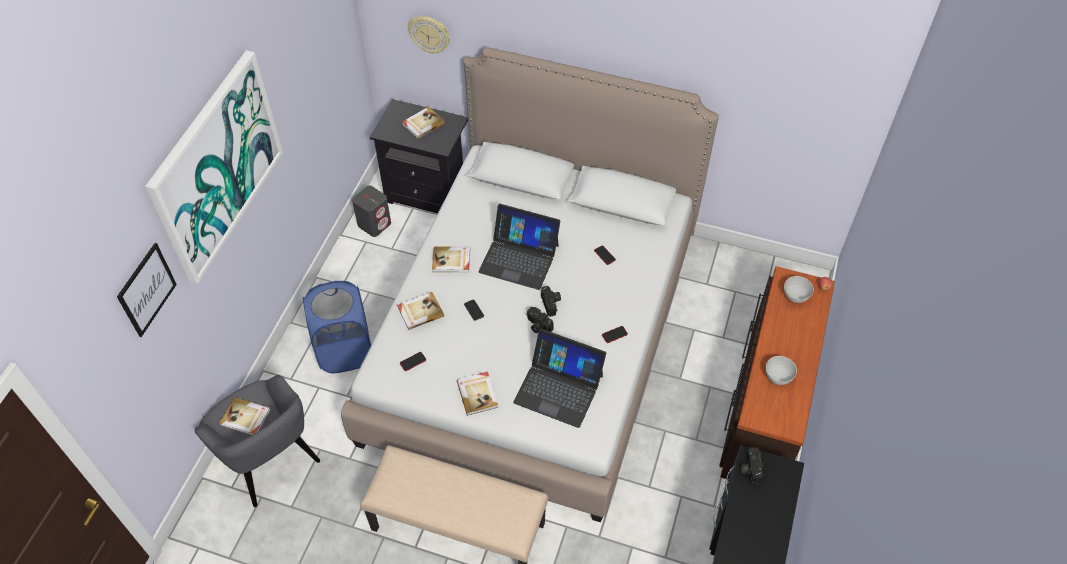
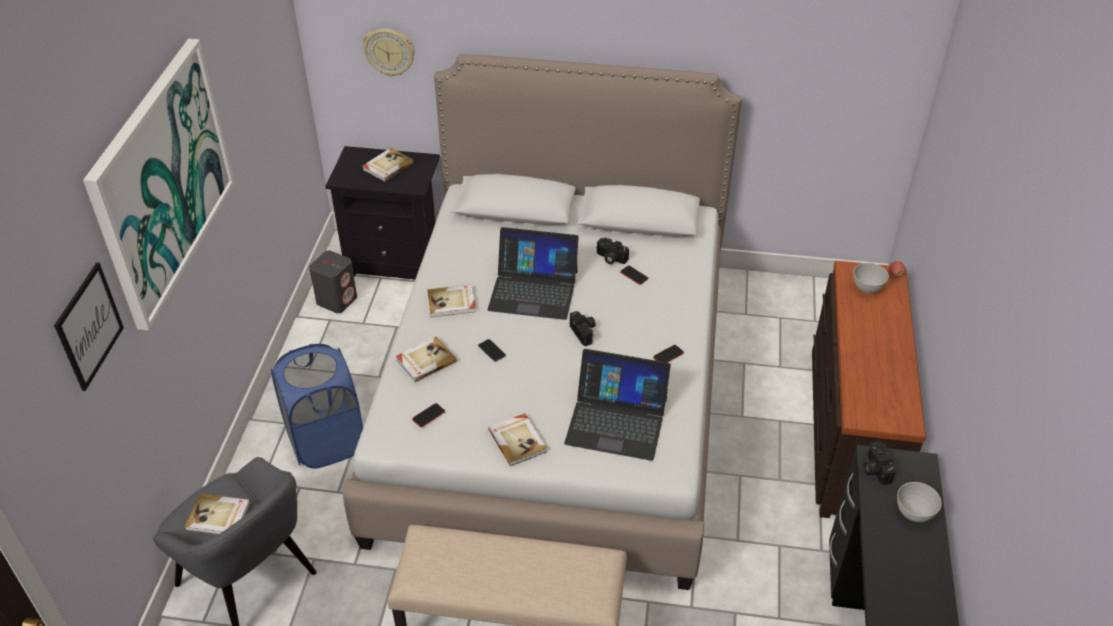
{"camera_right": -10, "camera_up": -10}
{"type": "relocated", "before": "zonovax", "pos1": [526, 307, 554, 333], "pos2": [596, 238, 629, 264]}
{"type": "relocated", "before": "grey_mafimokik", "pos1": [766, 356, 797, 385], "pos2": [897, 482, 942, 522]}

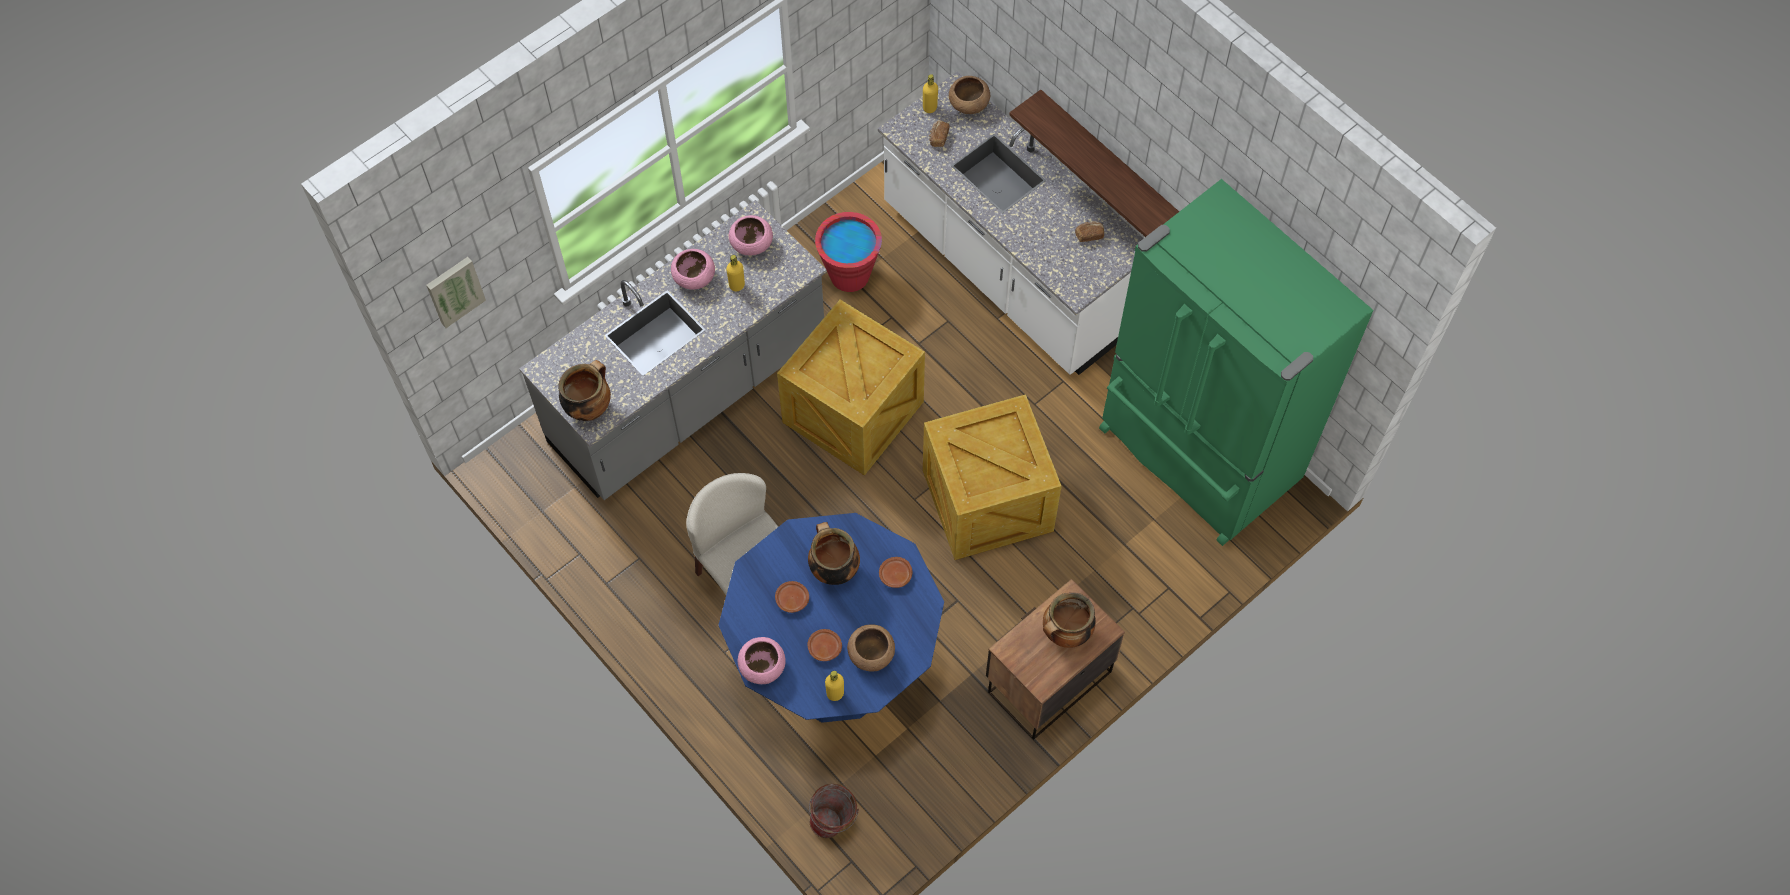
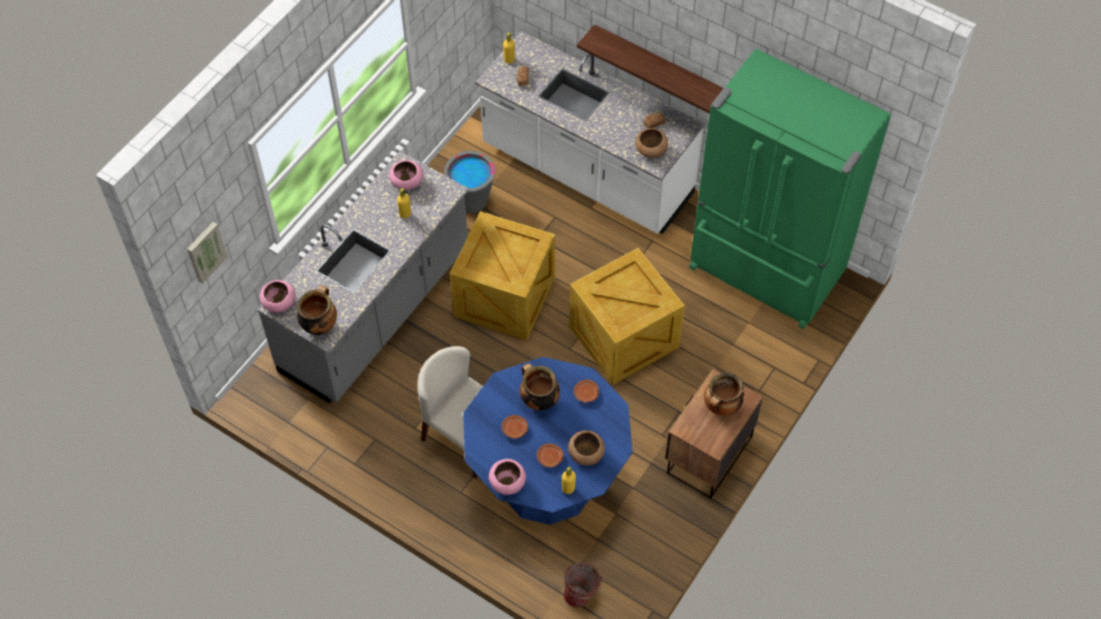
{"camera_right": -15, "camera_up": -5}
{"type": "relocated", "before": "pink_mafimokik", "pos1": [671, 249, 715, 290], "pos2": [260, 280, 296, 312]}
{"type": "relocated", "before": "brown_mafimokik", "pos1": [949, 76, 990, 114], "pos2": [635, 128, 668, 158]}
{"type": "colour", "before": "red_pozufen", "after": "grey_pozufen", "pos1": [815, 212, 882, 292], "pos2": [444, 151, 495, 213]}

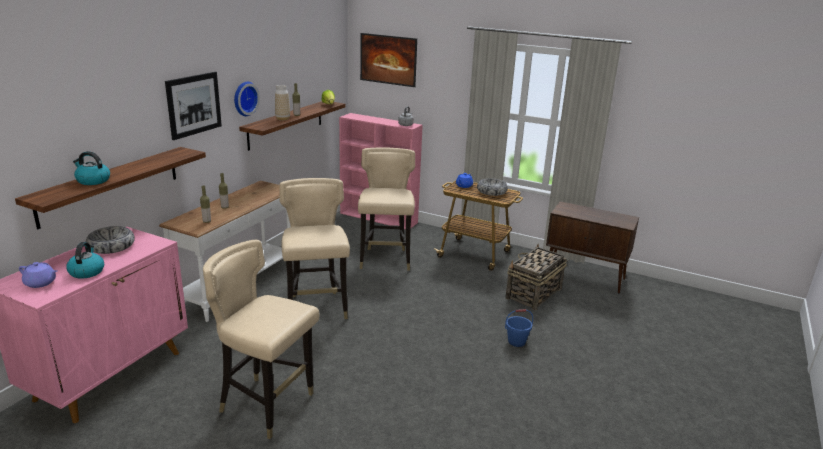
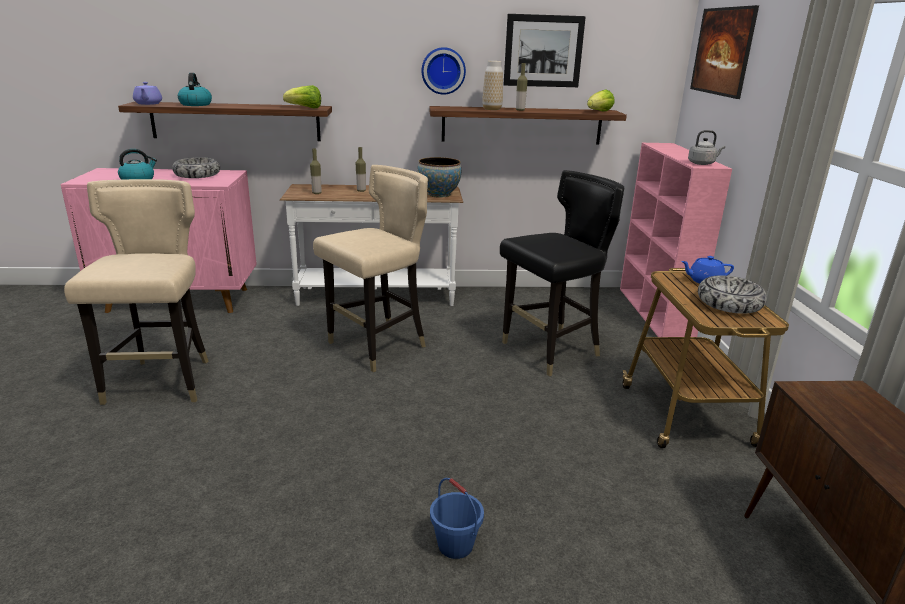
{"camera_right": 60, "camera_up": 0}
{"type": "missing", "before": "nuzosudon", "pos1": [506, 244, 567, 310]}
{"type": "appeared", "after": "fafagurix", "pos2": [283, 85, 321, 108]}
{"type": "appeared", "after": "mafimokik", "pos2": [417, 157, 461, 198]}
{"type": "relocated", "before": "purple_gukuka", "pos1": [19, 262, 57, 288], "pos2": [133, 82, 162, 105]}
{"type": "relocated", "before": "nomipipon", "pos1": [165, 72, 222, 140], "pos2": [503, 14, 586, 87]}
{"type": "colour", "before": "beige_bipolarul", "after": "black_bipolarul", "pos1": [358, 147, 415, 270], "pos2": [500, 170, 624, 376]}

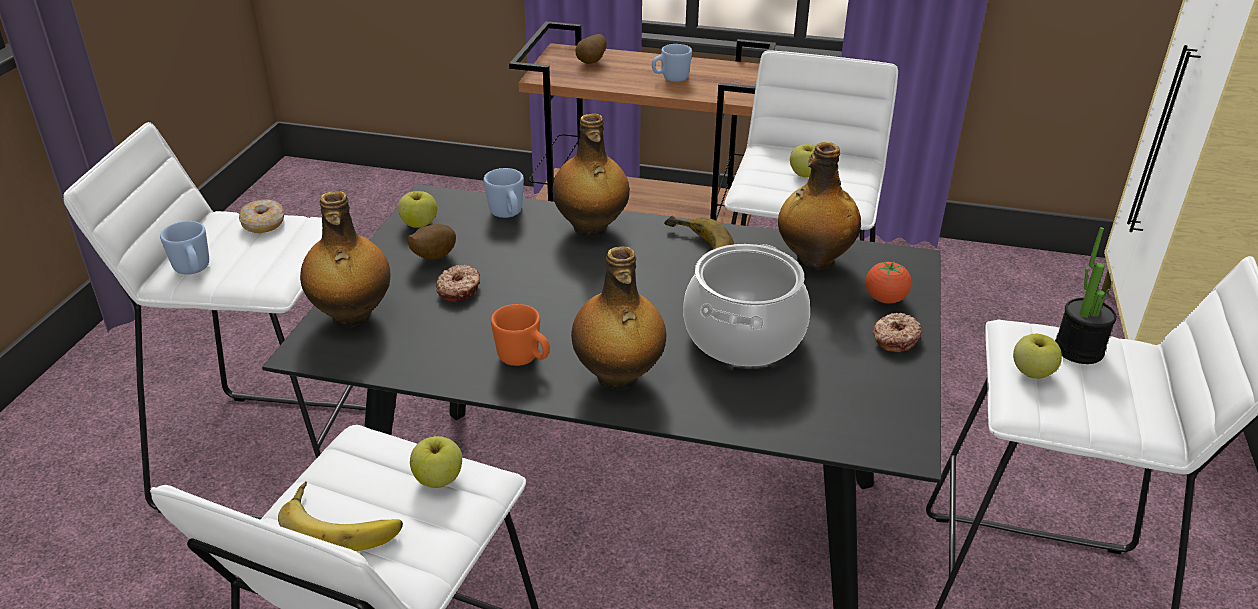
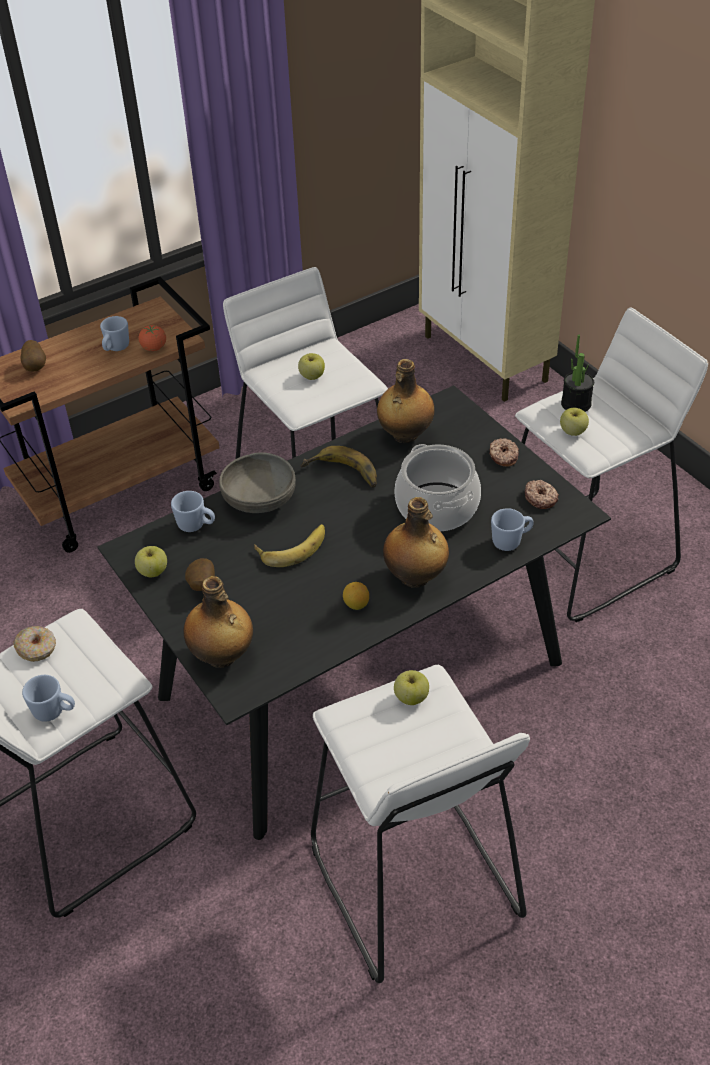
{"camera_right": -45, "camera_up": 10}
{"type": "appeared", "after": "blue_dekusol", "pos2": [491, 508, 534, 551]}
{"type": "relocated", "before": "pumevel", "pos1": [278, 482, 403, 551], "pos2": [254, 524, 325, 567]}
{"type": "relocated", "before": "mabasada", "pos1": [435, 265, 480, 302], "pos2": [525, 480, 559, 509]}
{"type": "relocated", "before": "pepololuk", "pos1": [865, 262, 912, 304], "pos2": [139, 325, 166, 351]}
{"type": "exchanged", "before": "orange_dekusol", "after": "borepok", "pos1": [491, 304, 550, 366], "pos2": [343, 582, 369, 610]}
{"type": "exchanged", "before": "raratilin", "after": "grey_mafimokik", "pos1": [552, 114, 630, 237], "pos2": [219, 452, 296, 513]}

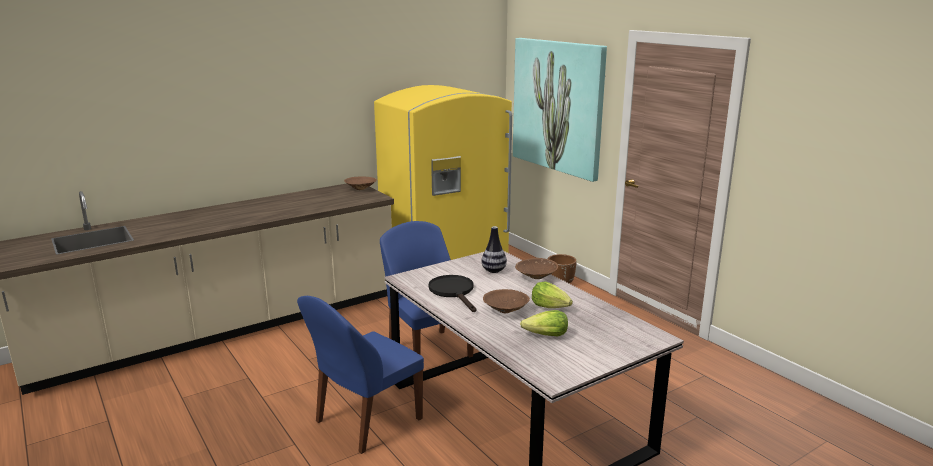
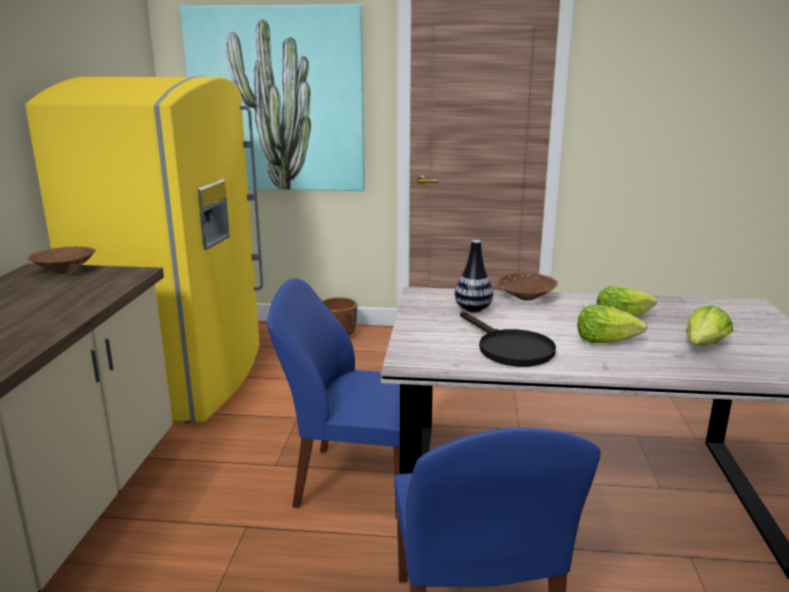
{"camera_right": -50, "camera_up": 0}
{"type": "exchanged", "before": "brown_mafimokik", "after": "fafagurix", "pos1": [483, 289, 530, 313], "pos2": [578, 305, 647, 343]}
{"type": "spun", "before": "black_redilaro", "pos1": [428, 275, 477, 312], "pos2": [460, 311, 556, 367], "turn": -135}

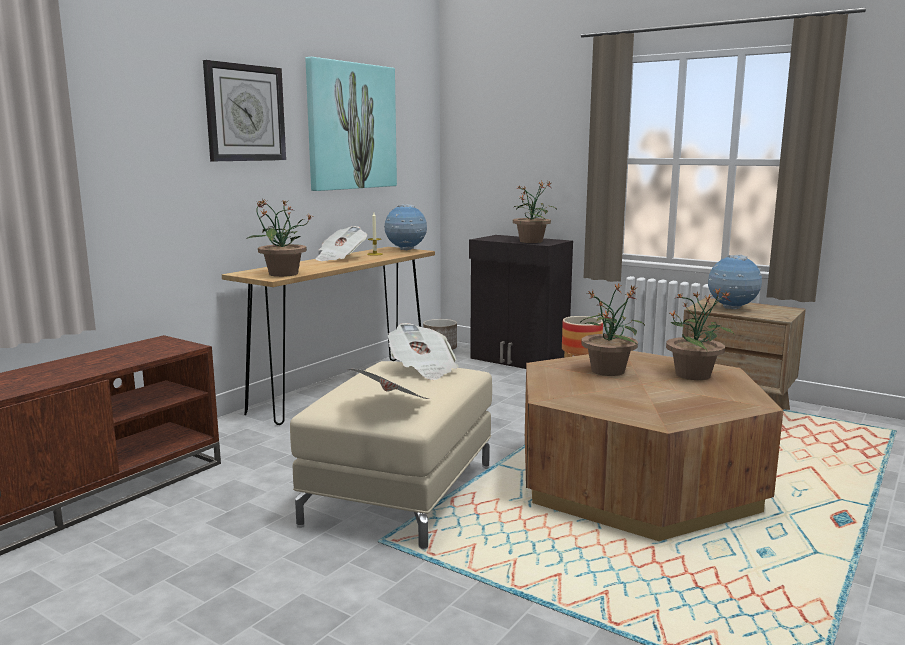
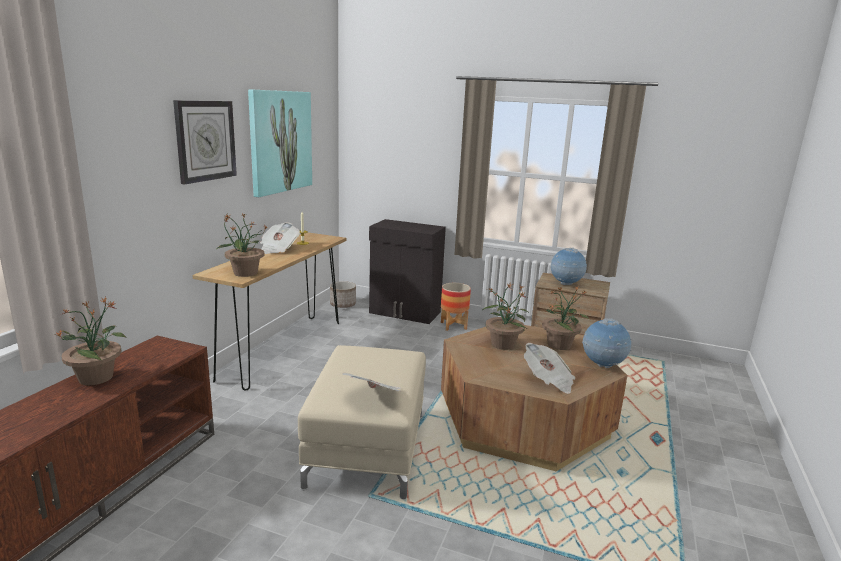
{"camera_right": -15, "camera_up": 5}
{"type": "relocated", "before": "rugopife", "pos1": [384, 204, 427, 251], "pos2": [582, 318, 632, 368]}
{"type": "relocated", "before": "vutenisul", "pos1": [388, 323, 459, 380], "pos2": [524, 343, 576, 394]}
{"type": "relocated", "before": "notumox", "pos1": [513, 180, 555, 243], "pos2": [54, 297, 126, 385]}

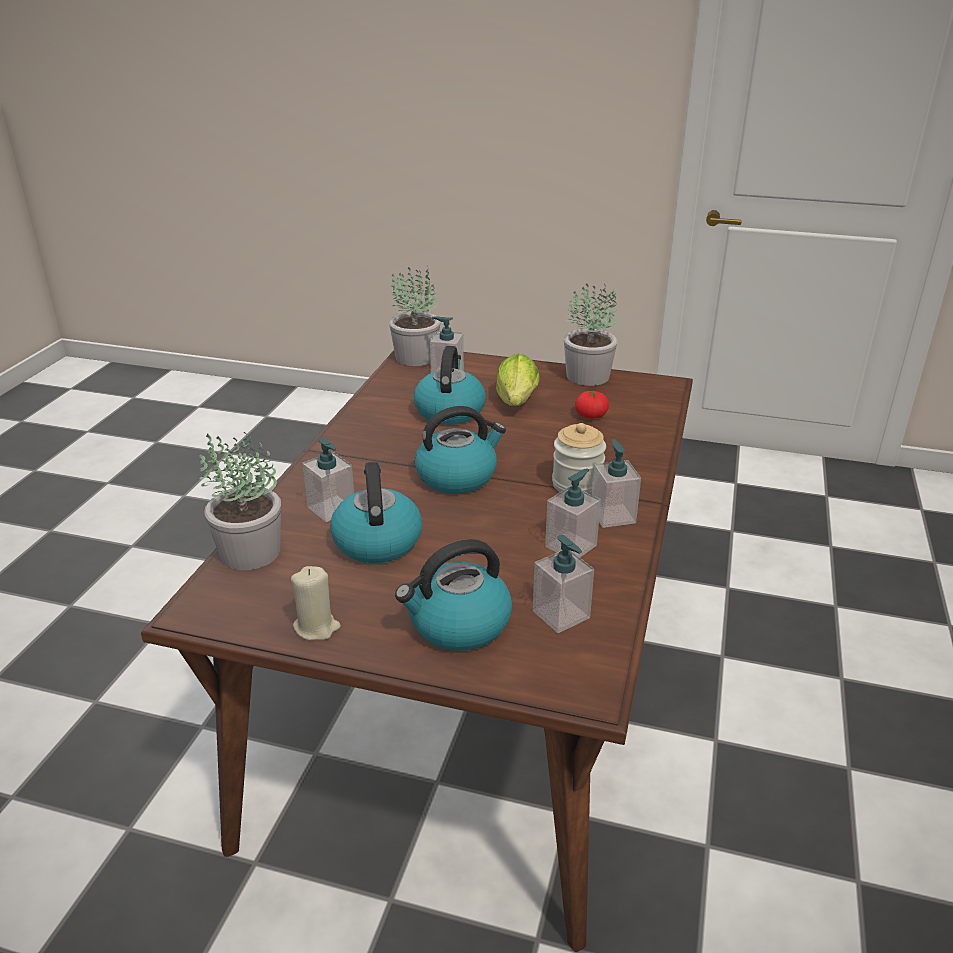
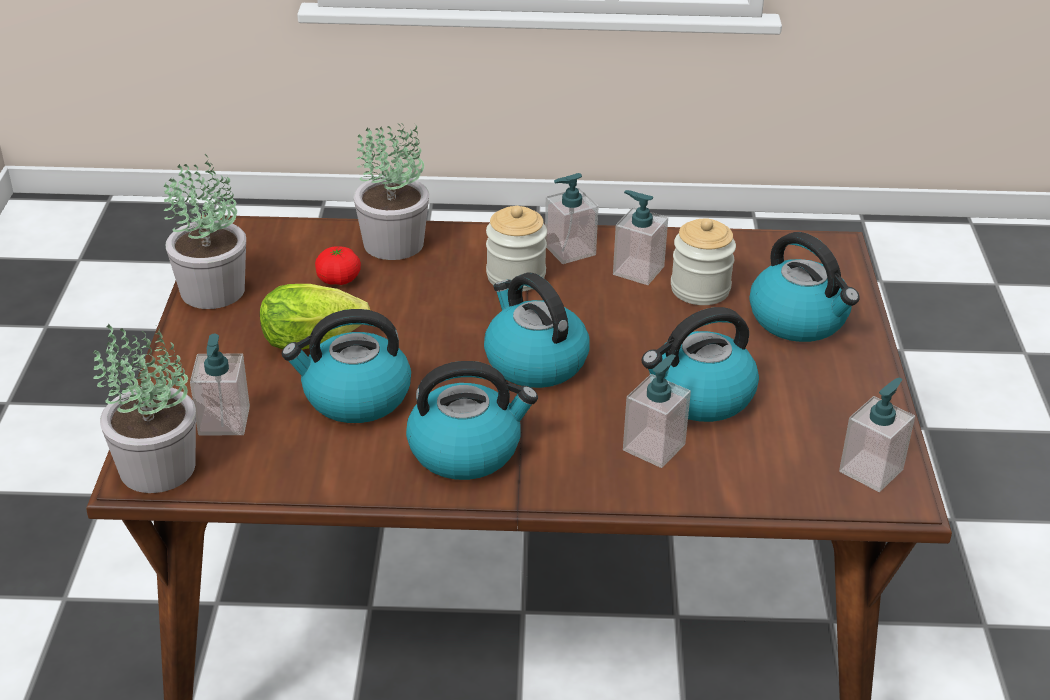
{"camera_right": -105, "camera_up": 5}
{"type": "missing", "before": "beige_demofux", "pos1": [291, 566, 341, 640]}
{"type": "appeared", "after": "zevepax", "pos2": [406, 361, 538, 480]}
{"type": "appeared", "after": "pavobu", "pos2": [671, 218, 736, 305]}
{"type": "relocated", "before": "notumox", "pos1": [199, 432, 281, 570], "pos2": [353, 123, 429, 260]}
{"type": "relocated", "before": "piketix", "pos1": [533, 535, 594, 633], "pos2": [839, 378, 915, 492]}

